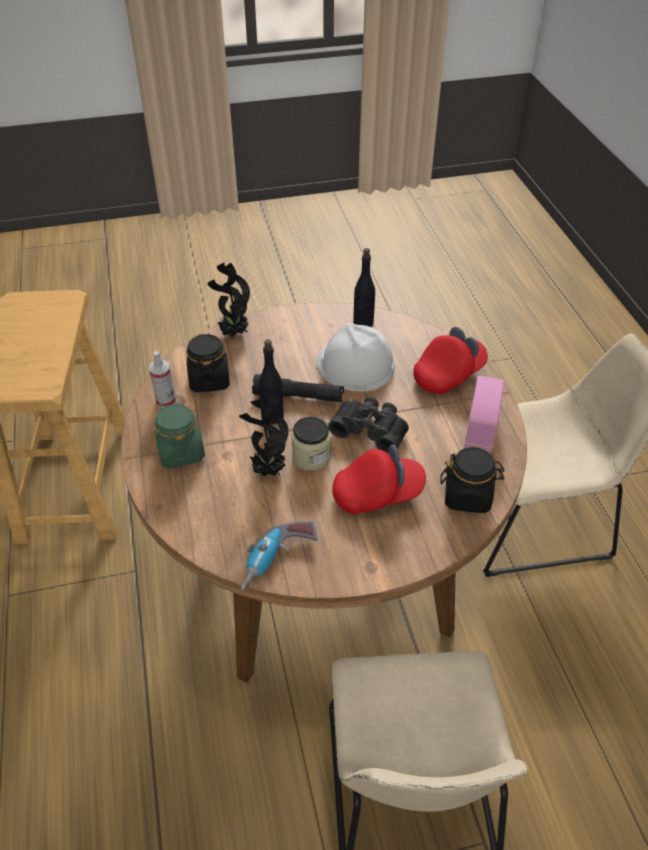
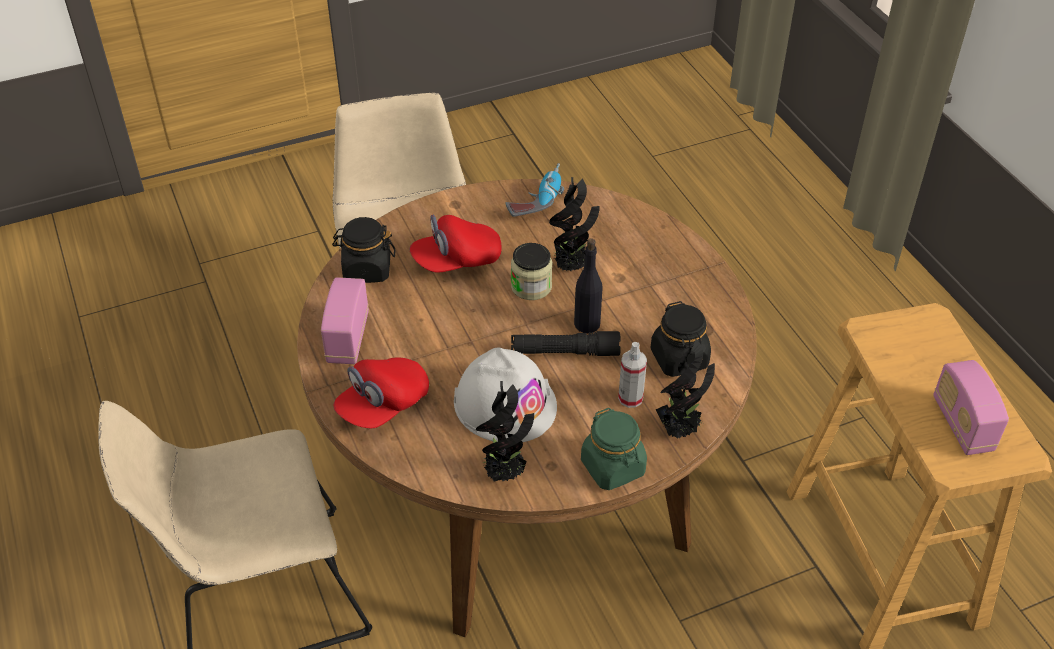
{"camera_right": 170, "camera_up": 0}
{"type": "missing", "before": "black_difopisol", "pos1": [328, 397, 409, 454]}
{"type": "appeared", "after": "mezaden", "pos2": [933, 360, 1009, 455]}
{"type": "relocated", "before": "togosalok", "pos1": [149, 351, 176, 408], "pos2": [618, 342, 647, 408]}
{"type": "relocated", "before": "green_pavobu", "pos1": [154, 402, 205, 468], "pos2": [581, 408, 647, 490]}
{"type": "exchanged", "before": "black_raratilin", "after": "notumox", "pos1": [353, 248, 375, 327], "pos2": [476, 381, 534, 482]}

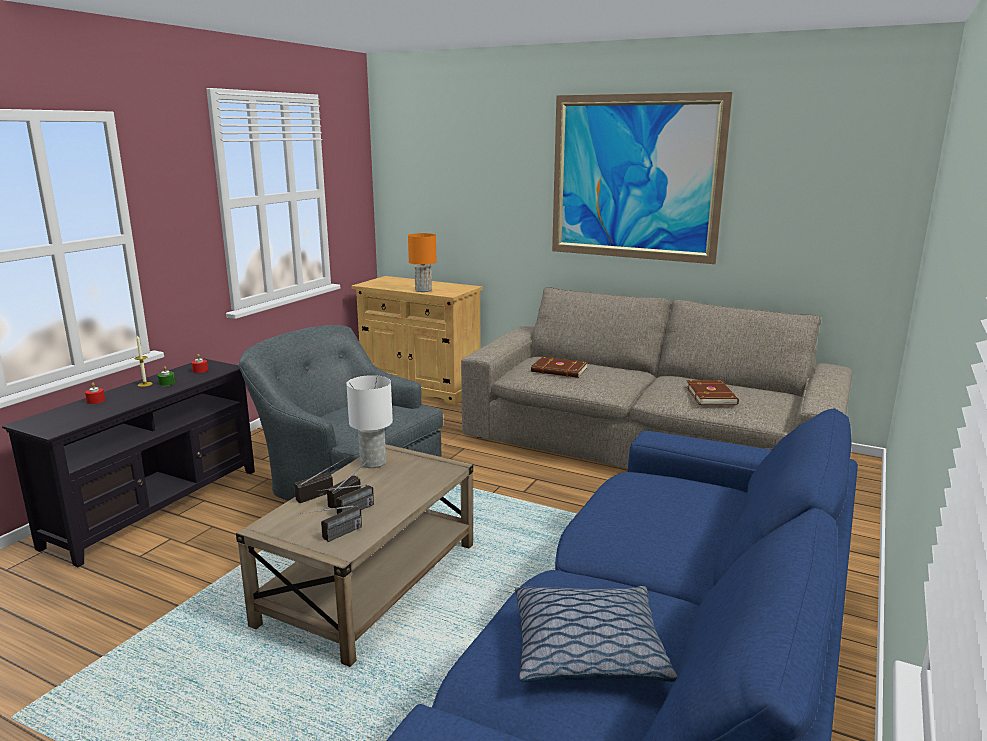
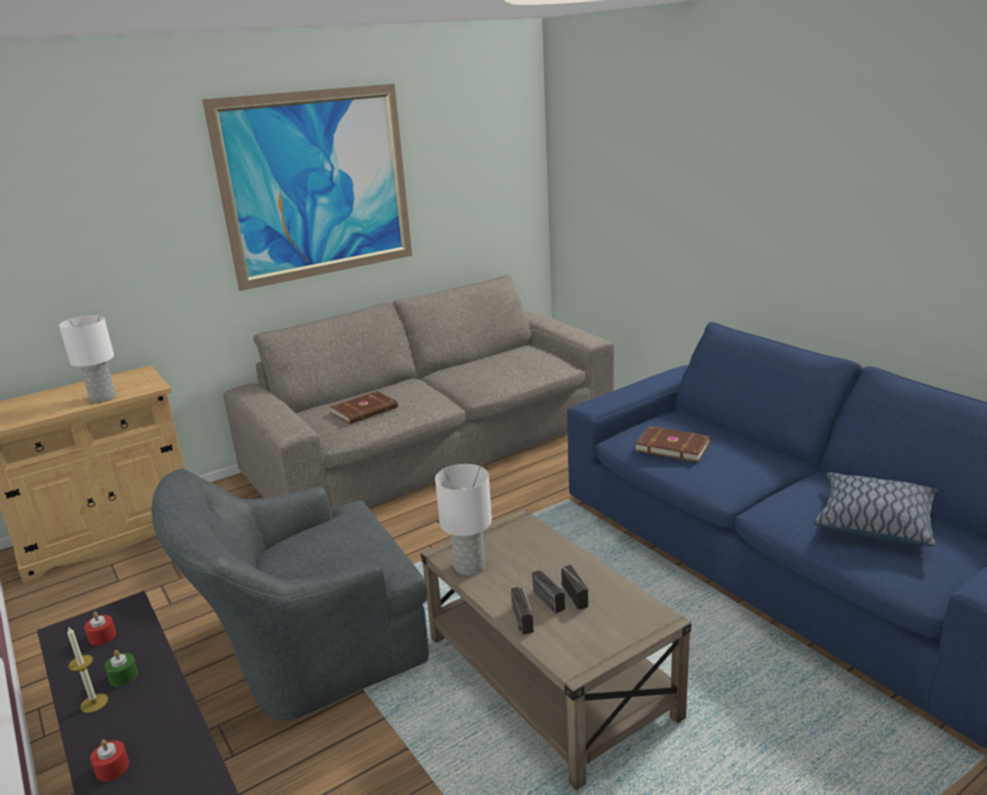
{"camera_right": -60, "camera_up": 5}
{"type": "missing", "before": "mezaden", "pos1": [300, 505, 362, 542]}
{"type": "relocated", "before": "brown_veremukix", "pos1": [686, 380, 739, 405], "pos2": [635, 426, 711, 462]}
{"type": "colour", "before": "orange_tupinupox", "after": "white_tupinupox", "pos1": [408, 233, 437, 292], "pos2": [59, 315, 116, 403]}

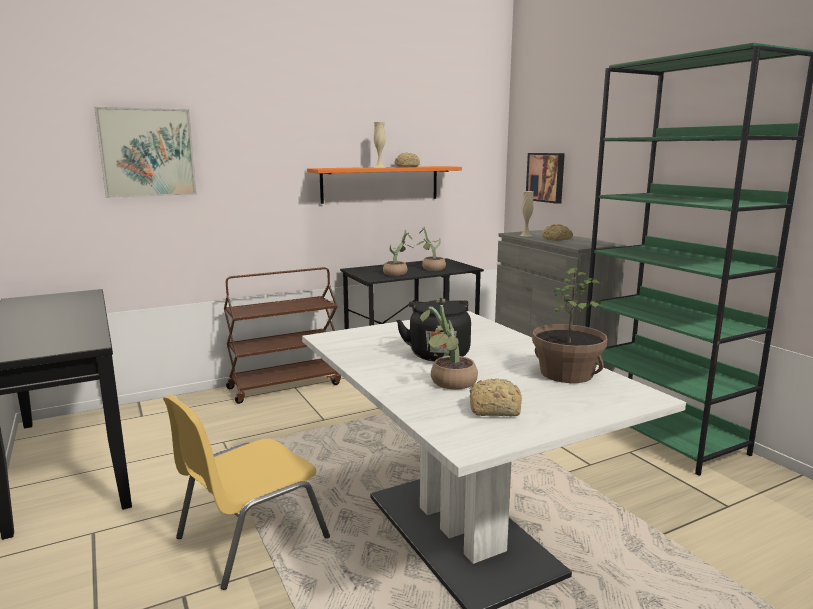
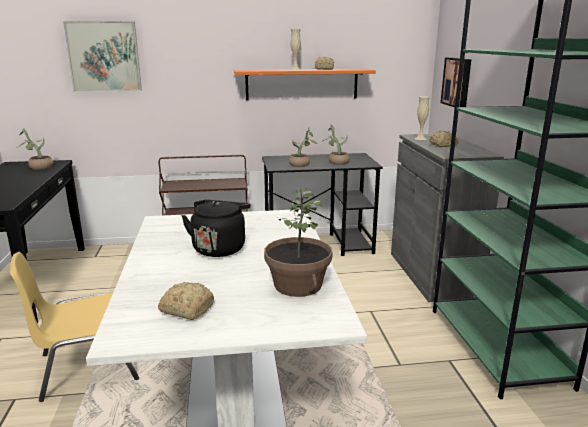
{"camera_right": 20, "camera_up": 5}
{"type": "relocated", "before": "notumox", "pos1": [420, 305, 478, 390], "pos2": [18, 128, 53, 170]}

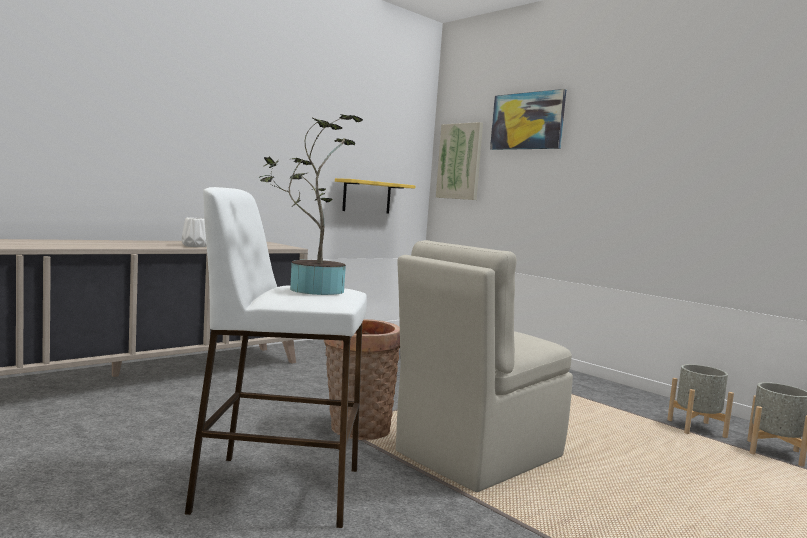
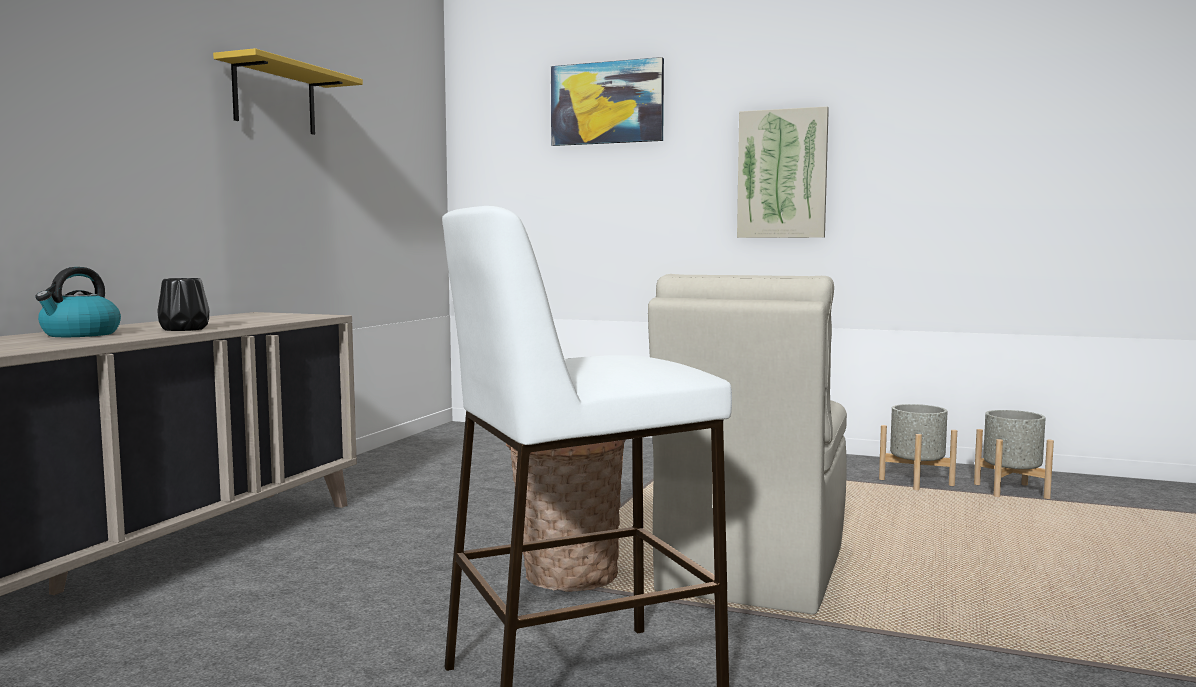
{"camera_right": -25, "camera_up": 0}
{"type": "missing", "before": "notumox", "pos1": [259, 114, 363, 295]}
{"type": "appeared", "after": "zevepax", "pos2": [35, 267, 121, 337]}
{"type": "relocated", "before": "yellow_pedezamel", "pos1": [335, 178, 415, 214], "pos2": [213, 48, 363, 135]}
{"type": "relocated", "before": "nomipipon", "pos1": [436, 122, 483, 200], "pos2": [737, 106, 829, 238]}
{"type": "colour", "before": "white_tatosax", "after": "black_tatosax", "pos1": [182, 217, 207, 247], "pos2": [157, 278, 209, 331]}

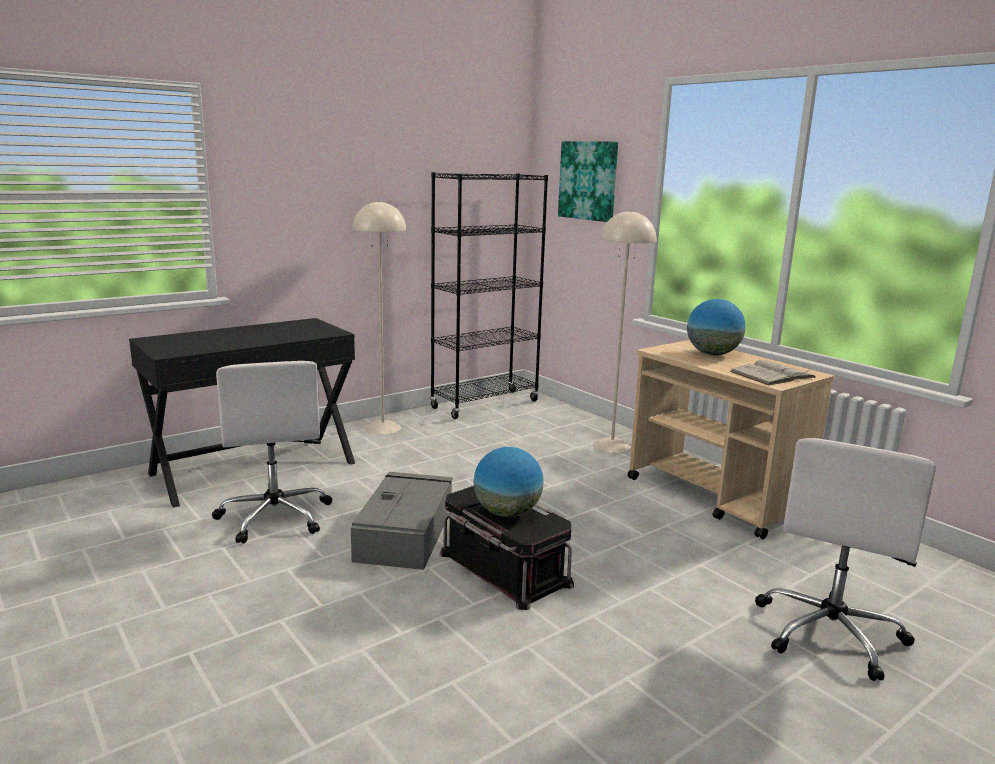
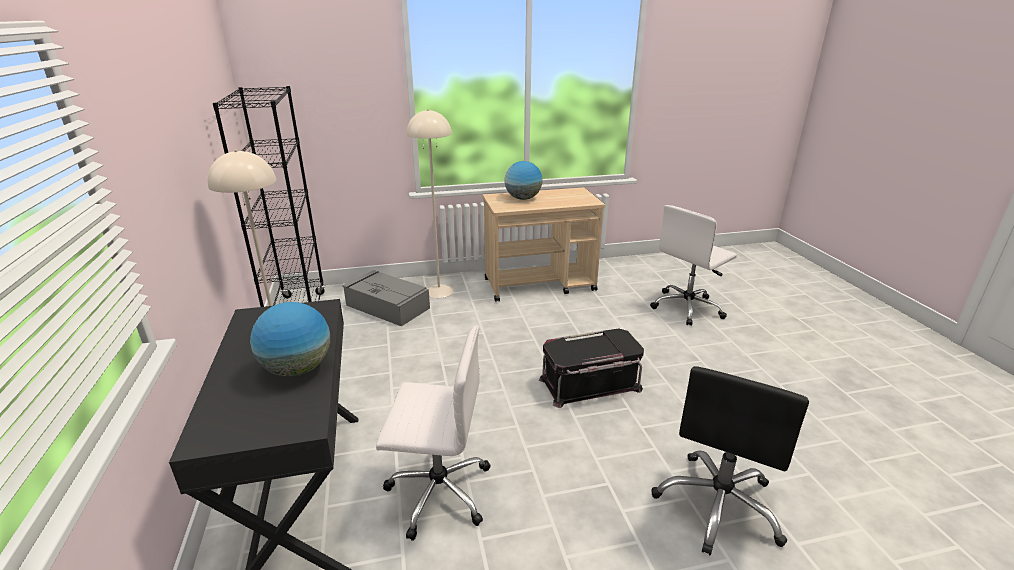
{"camera_right": -65, "camera_up": 10}
{"type": "missing", "before": "nomipipon", "pos1": [558, 141, 618, 222]}
{"type": "missing", "before": "white_veremukix", "pos1": [730, 360, 816, 385]}
{"type": "appeared", "after": "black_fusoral", "pos2": [651, 366, 809, 556]}
{"type": "relocated", "before": "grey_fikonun", "pos1": [351, 472, 453, 570], "pos2": [343, 270, 430, 326]}
{"type": "relocated", "before": "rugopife", "pos1": [474, 447, 543, 517], "pos2": [250, 302, 330, 377]}
{"type": "spun", "before": "white_fusoral", "pos1": [755, 438, 936, 681], "pos2": [650, 205, 737, 326], "turn": 90}

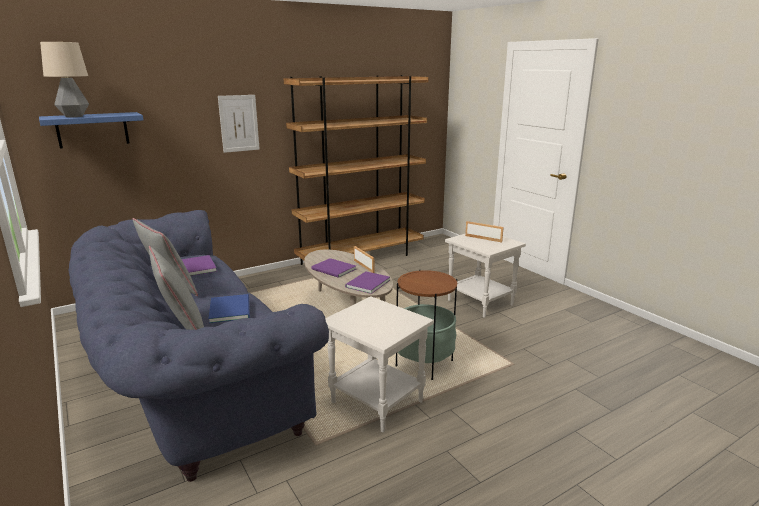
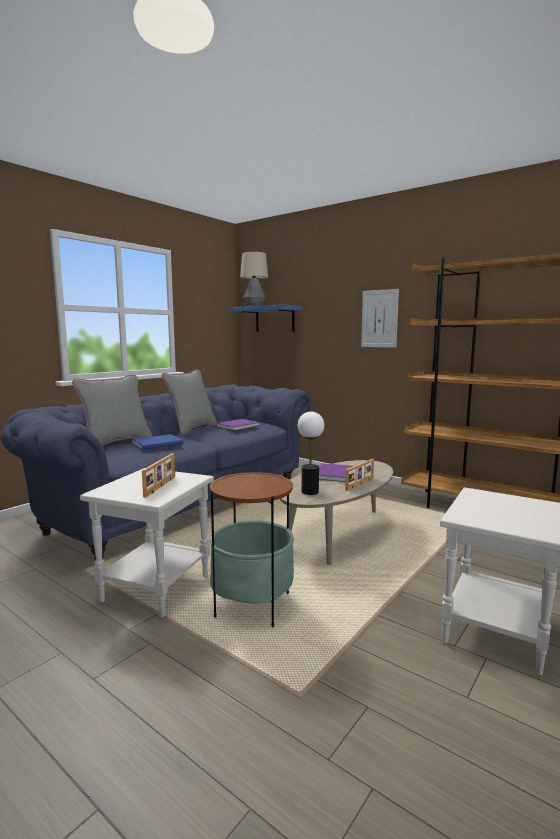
{"camera_right": 70, "camera_up": -10}
{"type": "relocated", "before": "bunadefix", "pos1": [465, 221, 504, 243], "pos2": [142, 453, 175, 497]}
{"type": "exchanged", "before": "purple_veremukix", "after": "tupinupox", "pos1": [345, 271, 390, 294], "pos2": [298, 412, 324, 495]}

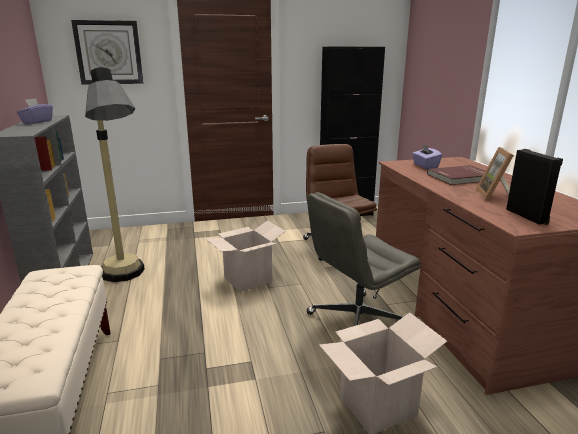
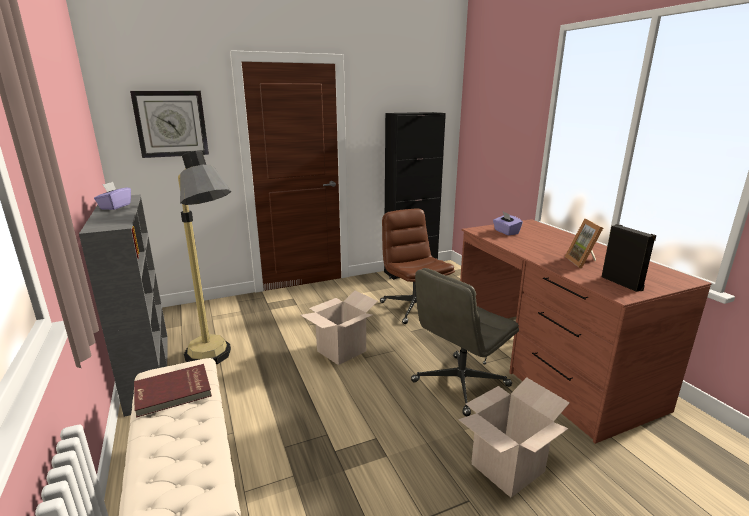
{"camera_right": -10, "camera_up": 0}
{"type": "relocated", "before": "red_veremukix", "pos1": [427, 165, 486, 185], "pos2": [134, 364, 212, 418]}

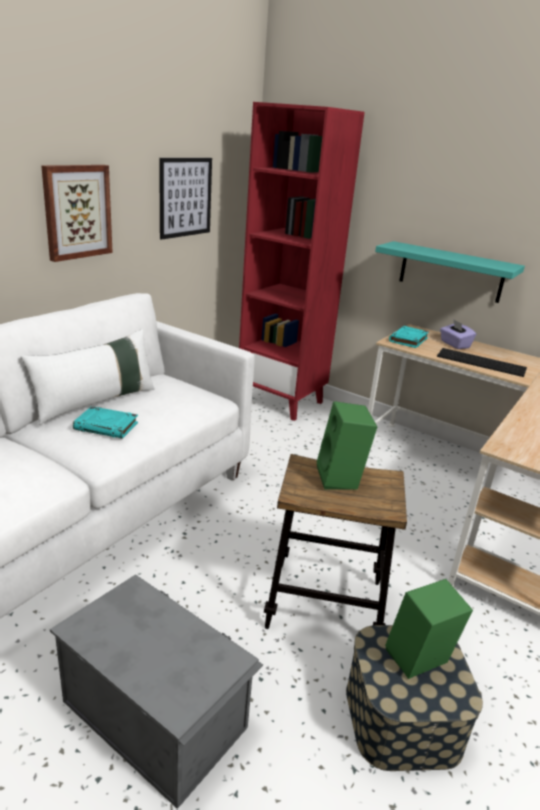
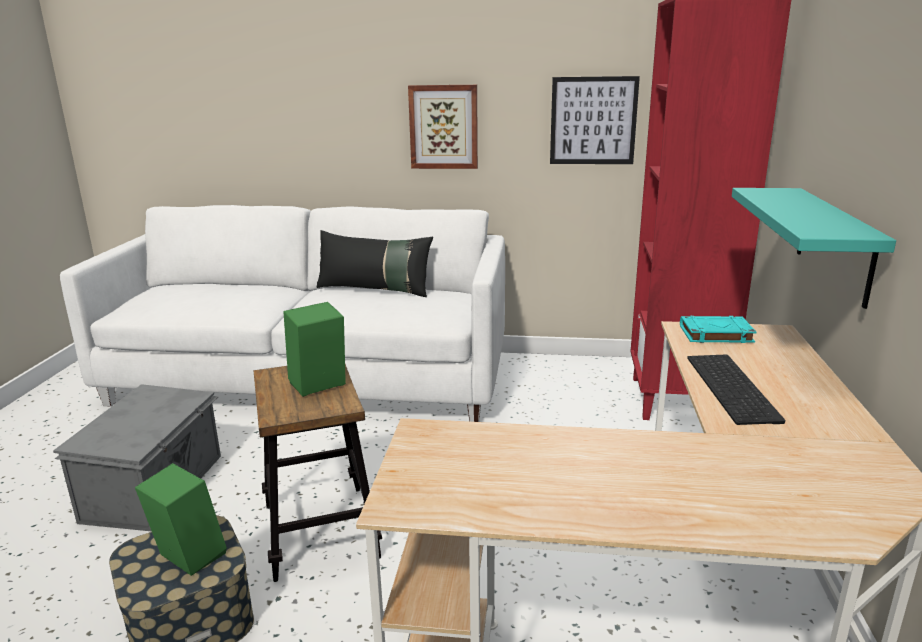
{"camera_right": 65, "camera_up": -5}
{"type": "missing", "before": "turquoise_veremukix", "pos1": [73, 406, 138, 439]}
{"type": "missing", "before": "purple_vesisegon", "pos1": [440, 319, 476, 349]}
{"type": "colour", "before": "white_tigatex", "after": "black_tigatex", "pos1": [21, 329, 155, 425], "pos2": [317, 230, 433, 297]}

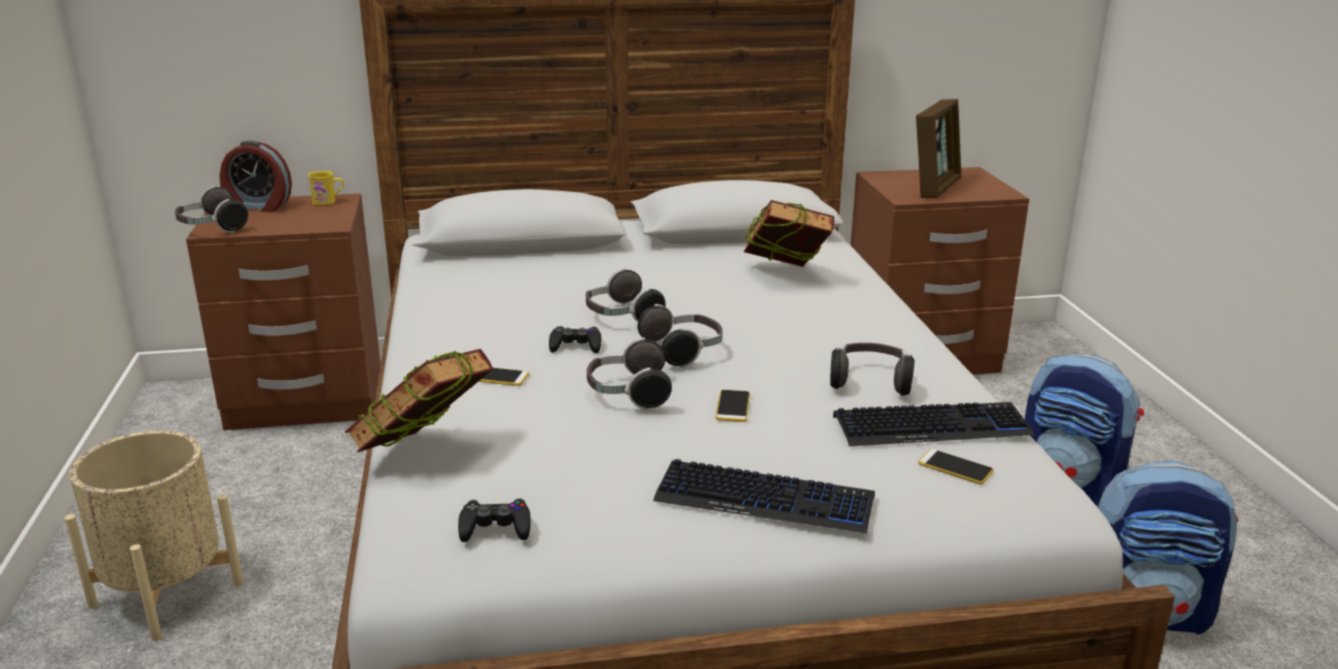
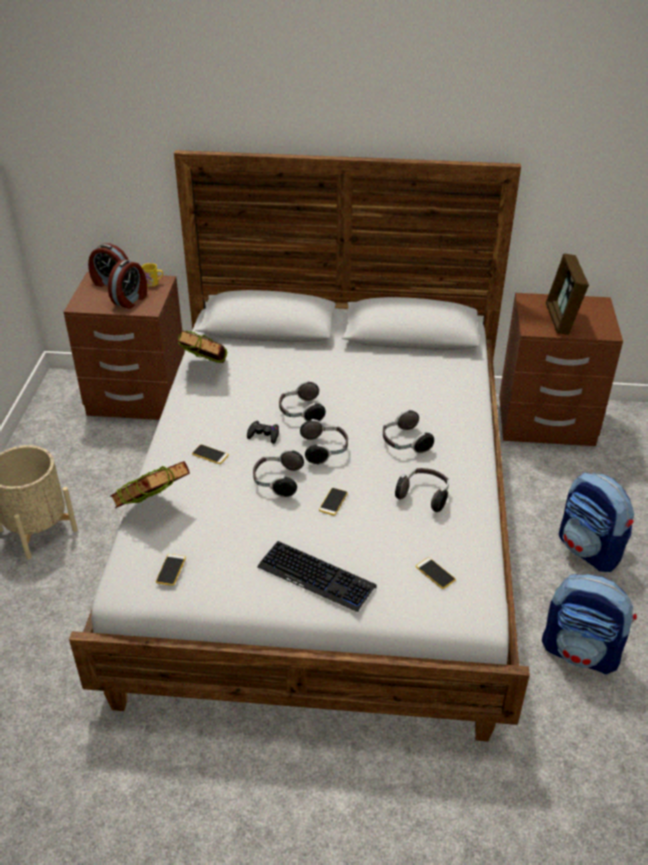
{"camera_right": 15, "camera_up": 15}
{"type": "missing", "before": "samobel", "pos1": [833, 402, 1034, 446]}
{"type": "appeared", "after": "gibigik", "pos2": [108, 260, 147, 309]}
{"type": "relocated", "before": "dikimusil", "pos1": [175, 186, 248, 233], "pos2": [383, 410, 434, 454]}
{"type": "relocated", "before": "veremukix", "pos1": [744, 200, 834, 267], "pos2": [178, 330, 228, 363]}
{"type": "exchanged", "before": "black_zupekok", "after": "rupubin", "pos1": [458, 498, 531, 542], "pos2": [156, 554, 186, 586]}
{"type": "spun", "before": "bunadefix", "pos1": [916, 99, 961, 198], "pos2": [546, 254, 589, 335], "turn": 135}

